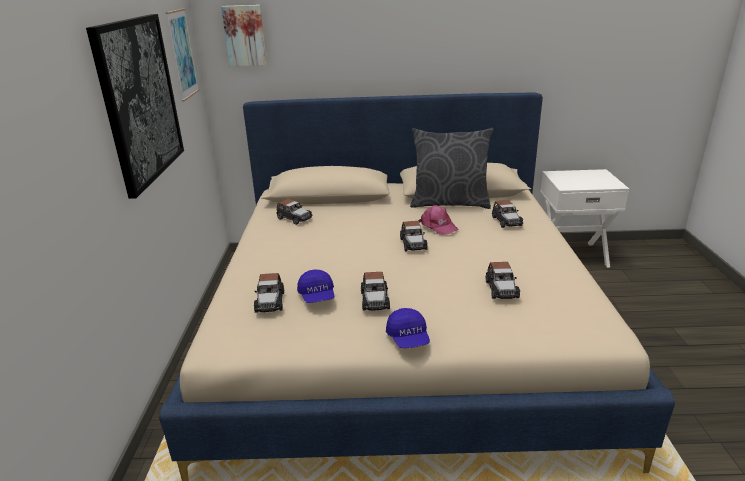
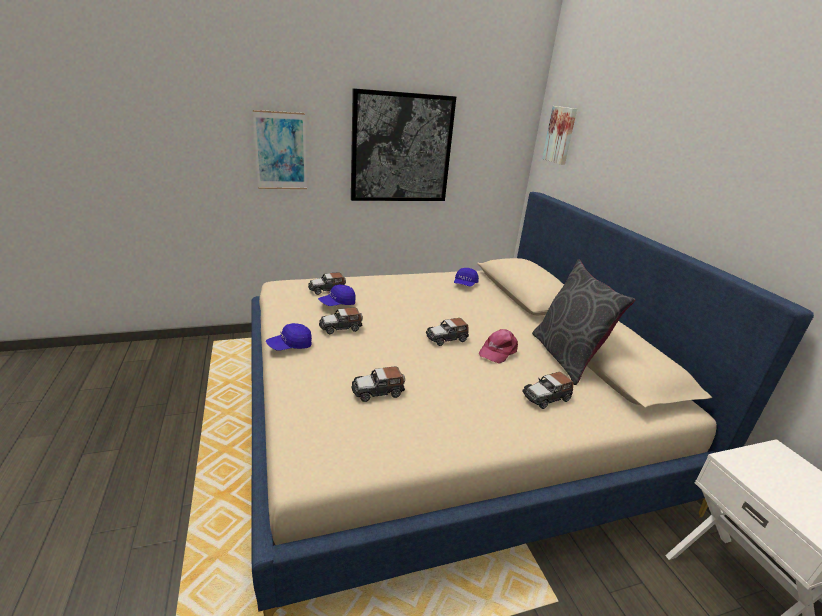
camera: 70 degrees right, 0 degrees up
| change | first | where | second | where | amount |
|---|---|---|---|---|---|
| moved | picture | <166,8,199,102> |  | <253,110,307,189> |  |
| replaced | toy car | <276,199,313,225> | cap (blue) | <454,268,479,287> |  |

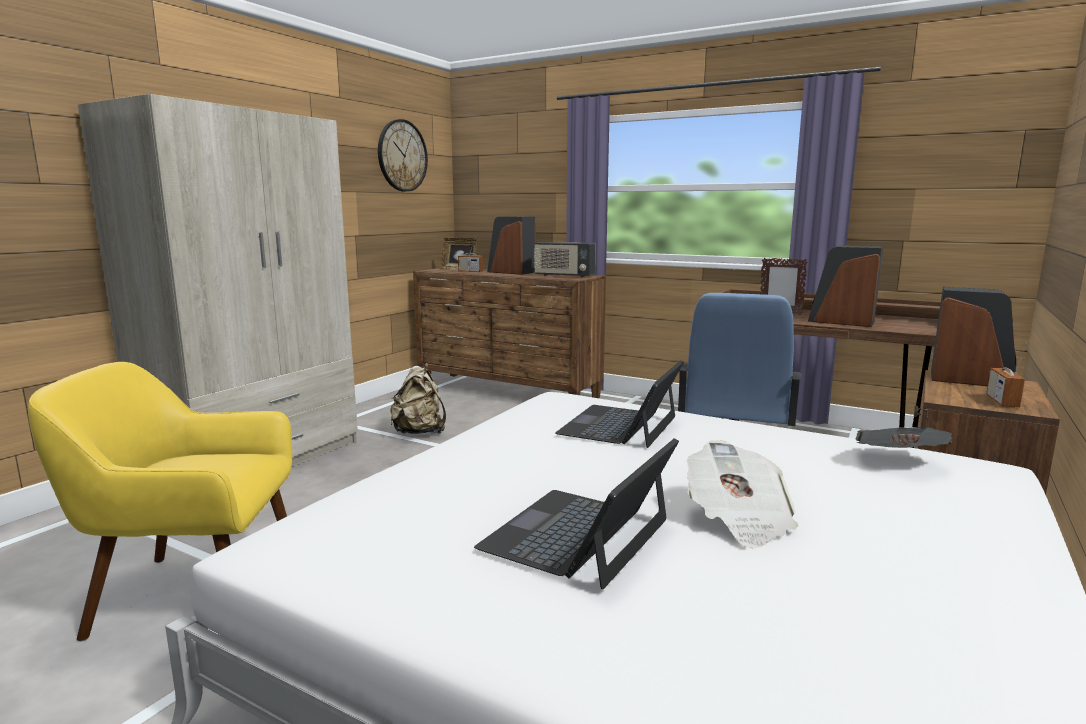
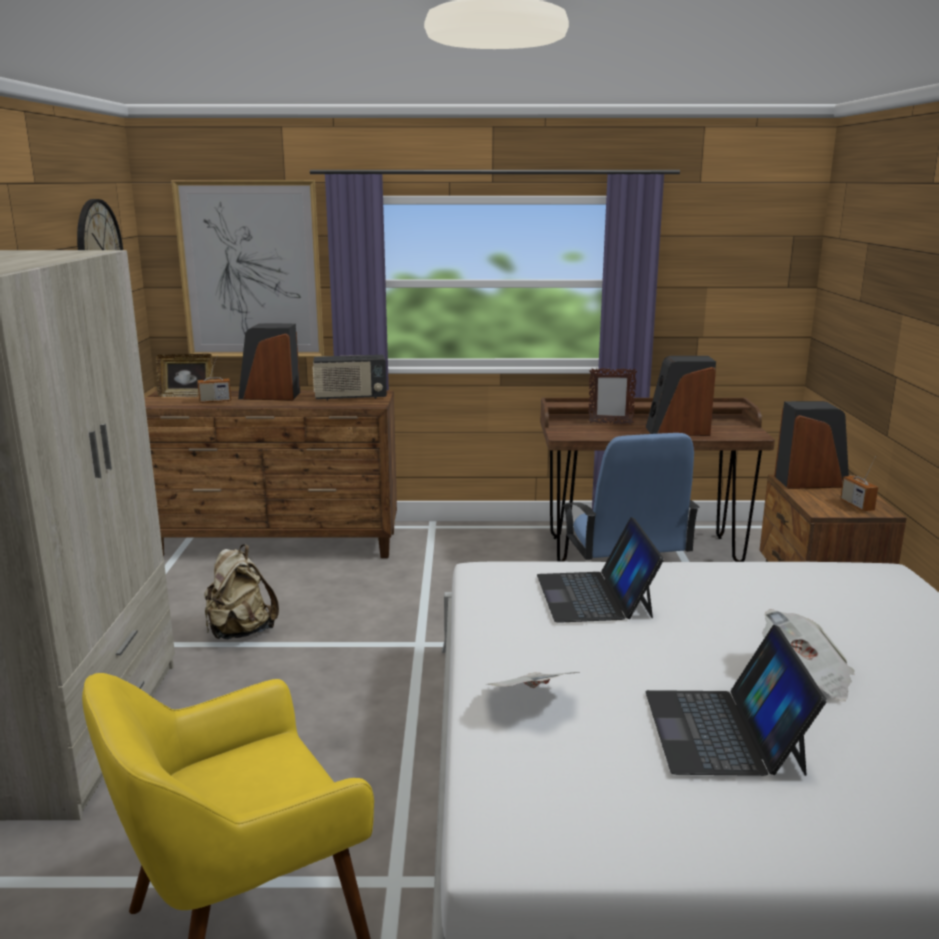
camera: 30 degrees left, 5 degrees up
| change | first | where | second | where | amount |
|---|---|---|---|---|---|
| moved | newspaper | <856,427,952,448> |  | <488,672,579,688> |  |
| added |  |  | picture | <171,180,324,357> |  |

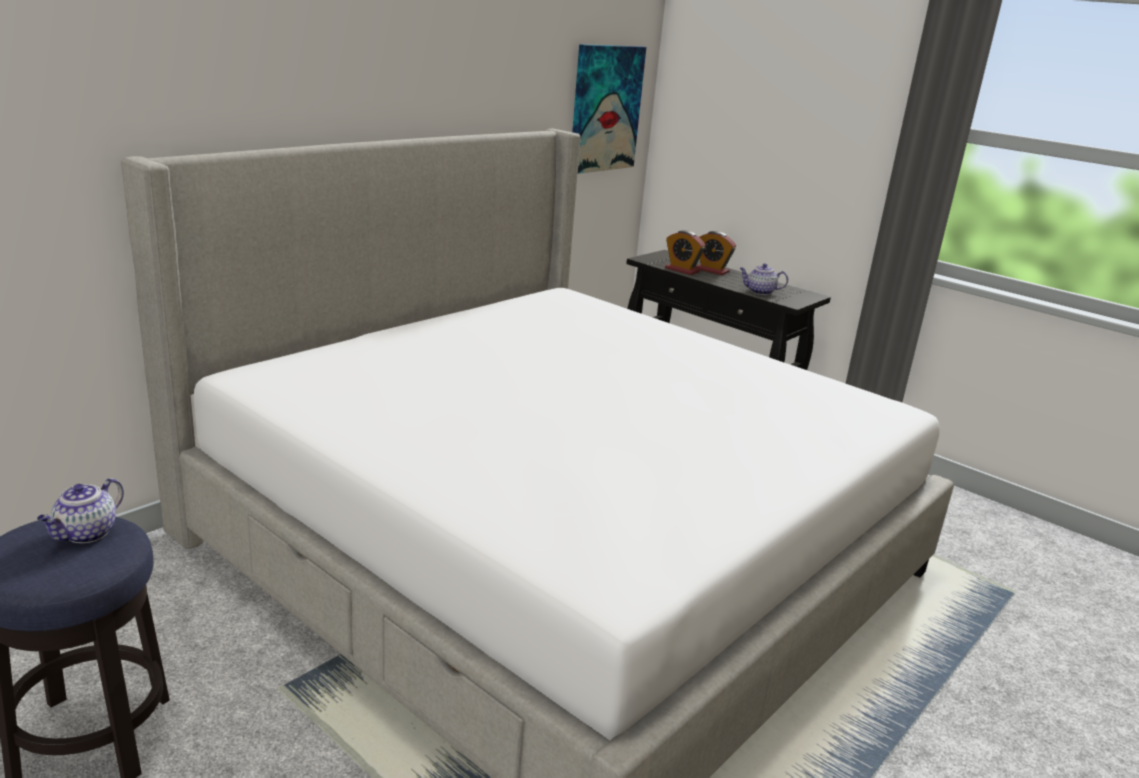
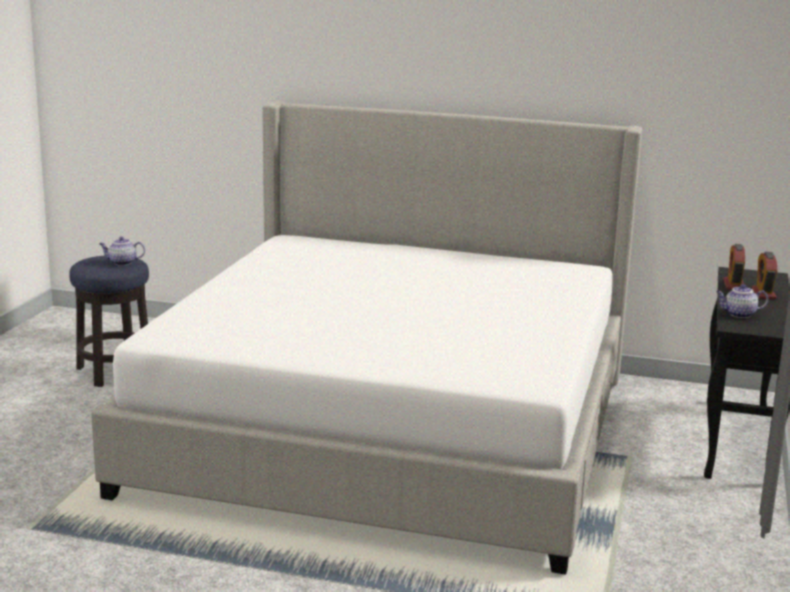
camera: 65 degrees right, 5 degrees down
| change | first | where | second | where | amount |
|---|---|---|---|---|---|
| removed | picture | <572,44,646,174> |  |  |  |
| turned | teapot | <739,263,788,295> |  | <716,284,768,318> | 75 degrees counterclockwise |

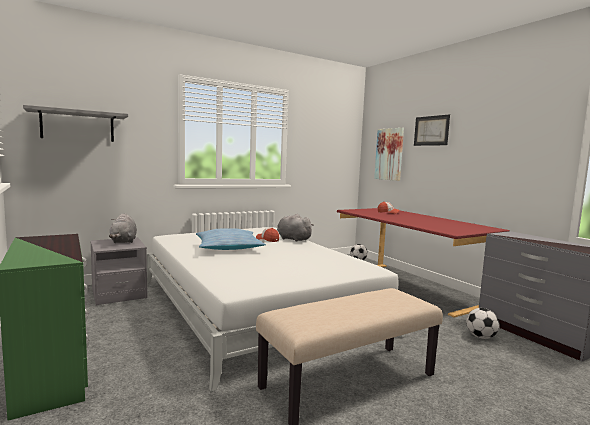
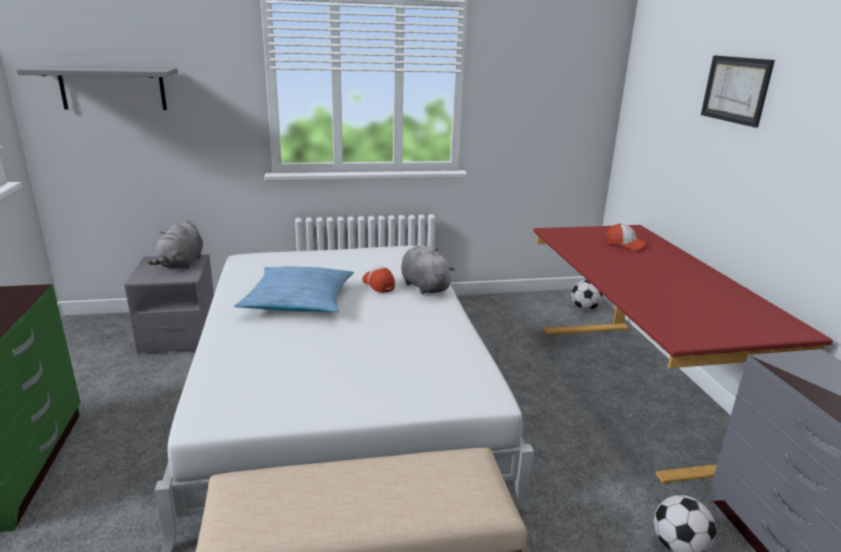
camera: 20 degrees right, 15 degrees up
| change | first | where | second | where | amount |
|---|---|---|---|---|---|
| removed | picture | <374,128,404,181> |  |  |  |

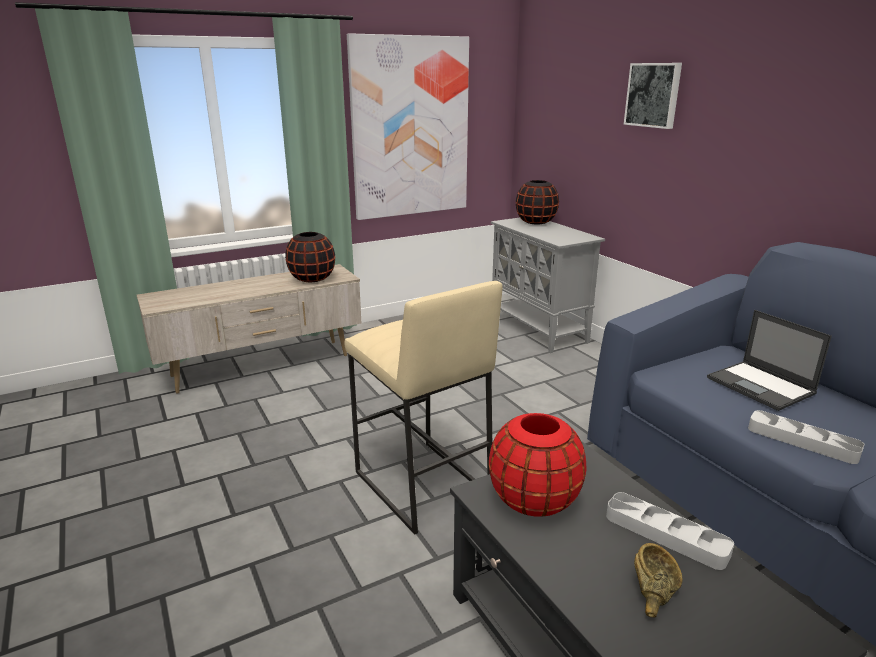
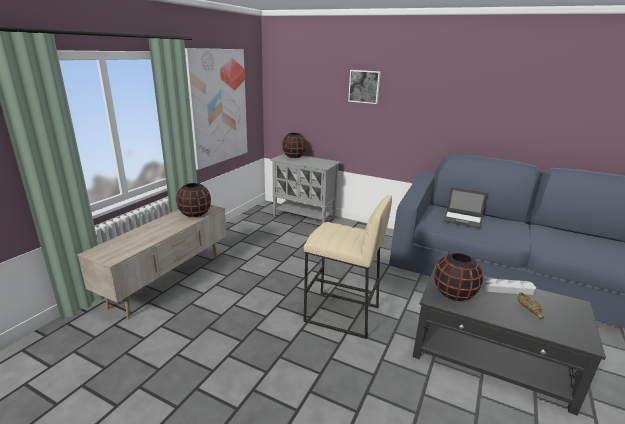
camera: 35 degrees left, 0 degrees up
| change | first | where | second | where | amount |
|---|---|---|---|---|---|
| removed | tray (grey) | <748,410,865,464> |  |  |  |
| recoloured | vase (red) | <489,413,586,517> | vase (black) | <434,253,483,301> |  |

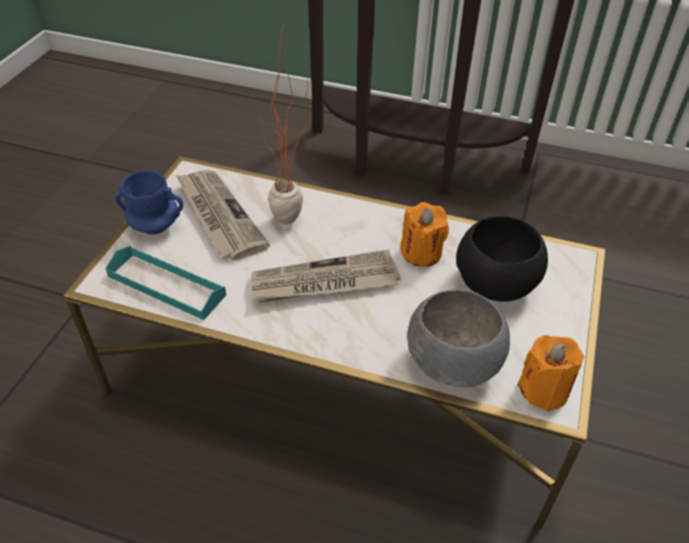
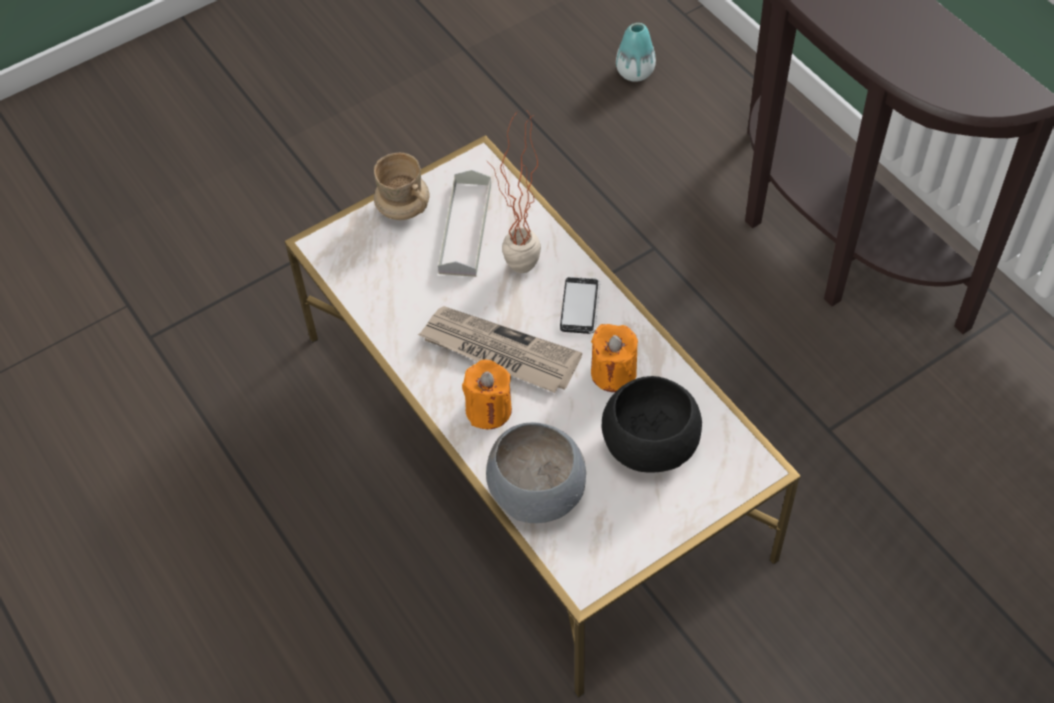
camera: 40 degrees right, 10 degrees up
| change | first | where | second | where | amount |
|---|---|---|---|---|---|
| recoloured | mug (blue) | <115,170,183,235> | mug (beige) | <374,153,430,220> |  |
| replaced | newspaper | <176,170,270,260> | tray (grey) | <438,170,491,277> |  |
| removed | tray (turquoise) | <105,246,226,320> |  |  |  |
| moved | candle (orange) | <518,335,584,411> |  | <462,360,512,429> |  |
| added |  |  | vase | <616,23,656,82> |  |
| added |  |  | phone | <560,277,600,334> |  |

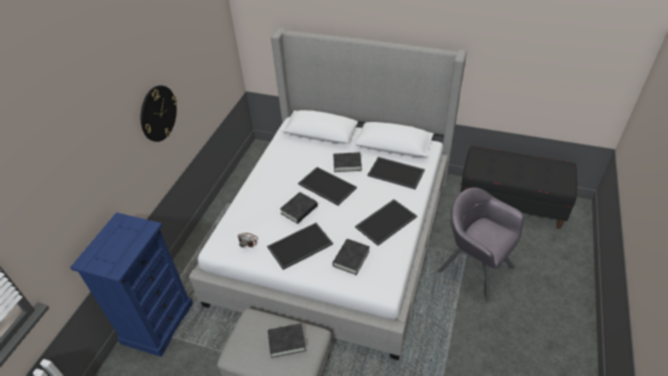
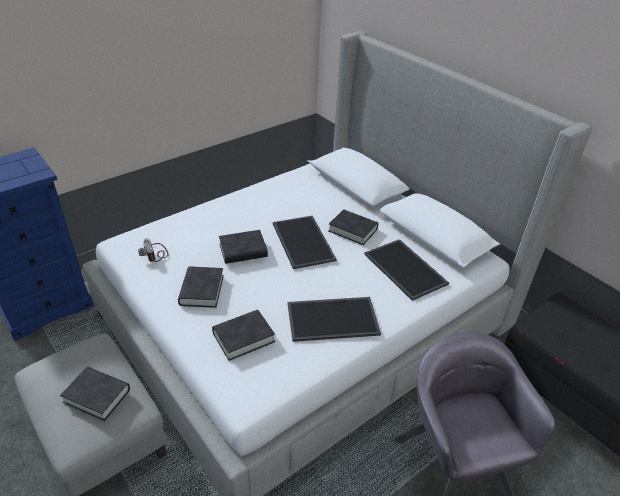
camera: 30 degrees right, 5 degrees down
| change | first | where | second | where | amount |
|---|---|---|---|---|---|
| removed | wall clock | <141,85,177,142> |  |  |  |
| replaced | tray | <267,223,333,270> | book (black) | <178,266,224,308> |  |

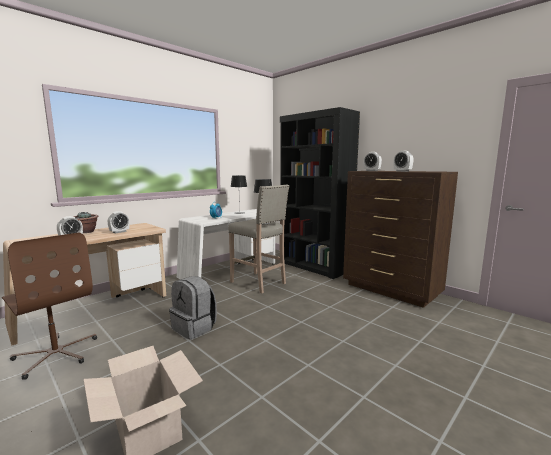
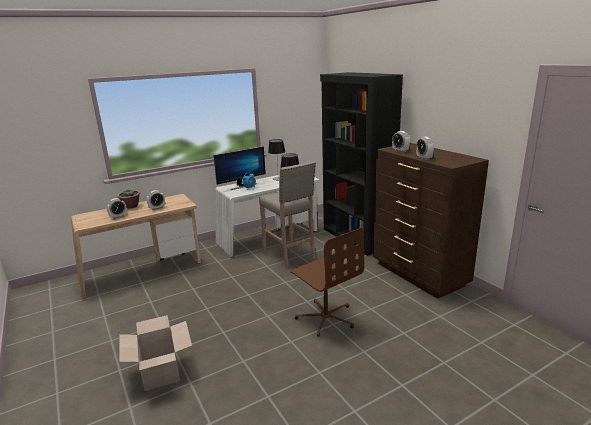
camera: 15 degrees right, 10 degrees up
| change | first | where | second | where | amount |
|---|---|---|---|---|---|
| moved | office chair (brown) | <2,232,97,380> |  | <290,228,364,337> |  |
| removed | backpack (grey) | <169,276,217,339> |  |  |  |
| added |  |  | monitor | <213,146,266,190> |  |

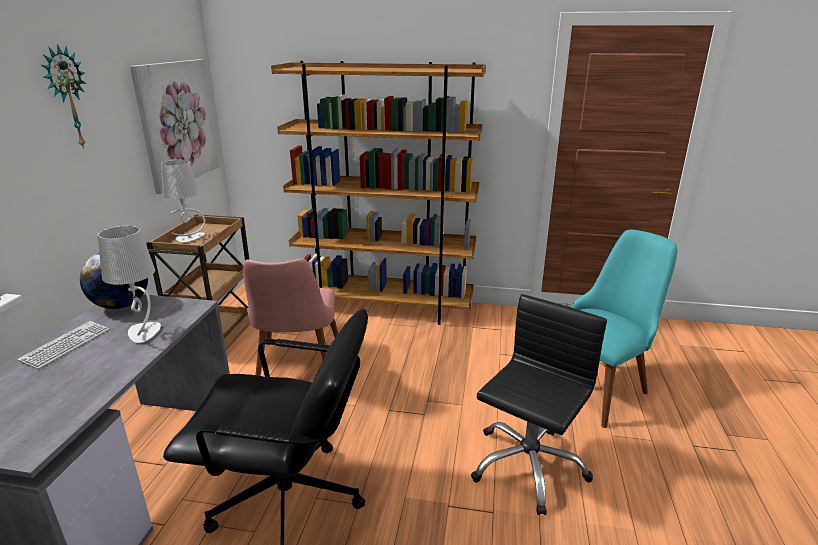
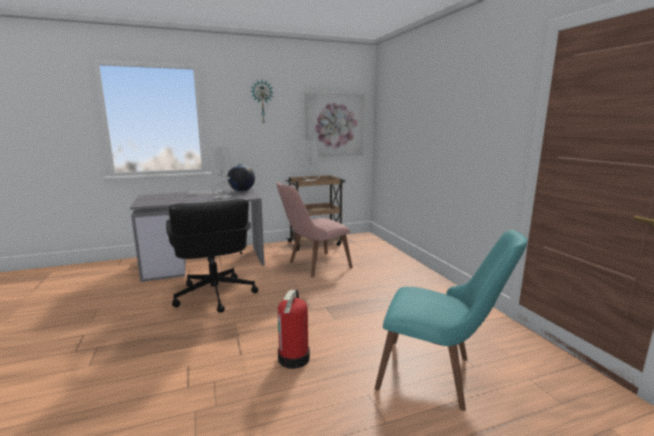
camera: 60 degrees right, 10 degrees down
| change | first | where | second | where | amount |
|---|---|---|---|---|---|
| removed | bookcase (brown) | <271,61,486,325> |  |  |  |
| replaced | office chair (black) | <471,294,607,515> | fire extinguisher | <277,289,310,369> |  |

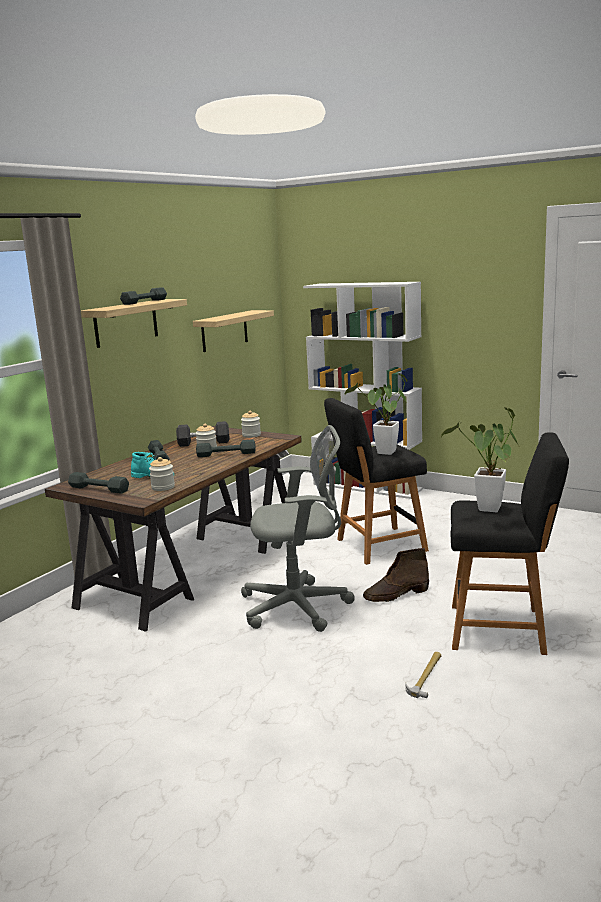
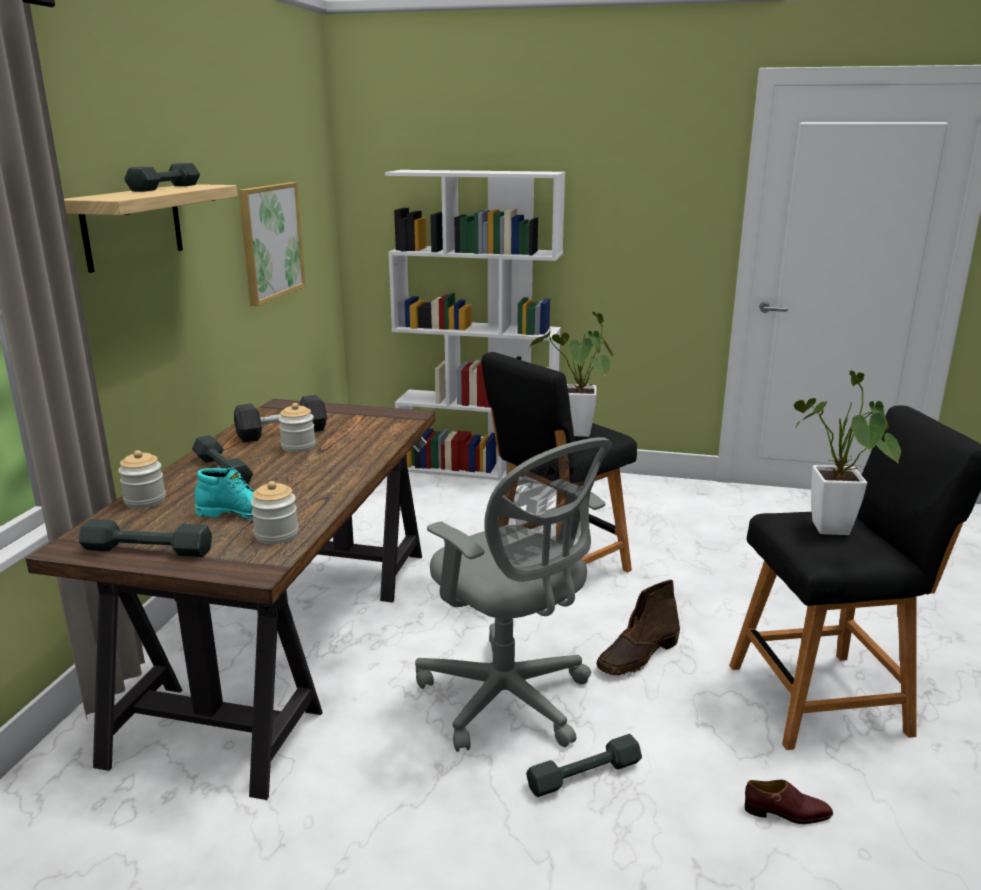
camera: 20 degrees left, 5 degrees up
| change | first | where | second | where | amount |
|---|---|---|---|---|---|
| replaced | shelf | <193,310,274,352> | picture | <238,182,305,306> |  |
| moved | jar | <241,411,261,438> |  | <118,450,166,508> |  |
| turned | office chair (grey) | <241,425,355,632> |  | <415,437,612,752> | 75 degrees clockwise |
| moved | dumbbell (grey) | <196,439,256,457> |  | <526,734,642,797> |  |
| replaced | hammer | <405,652,441,698> | shoe (brown) | <745,780,833,824> |  |

